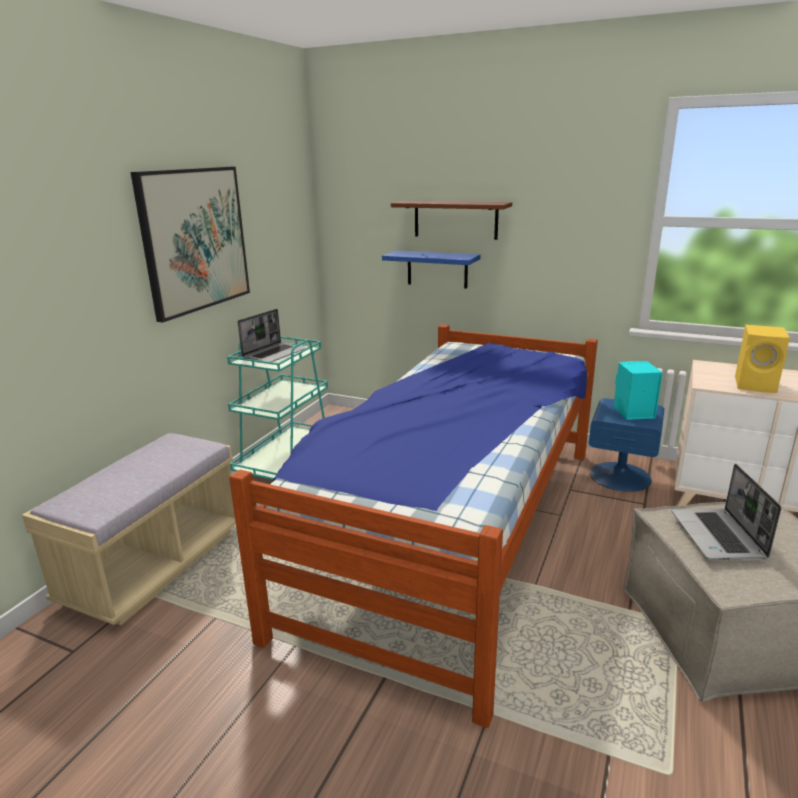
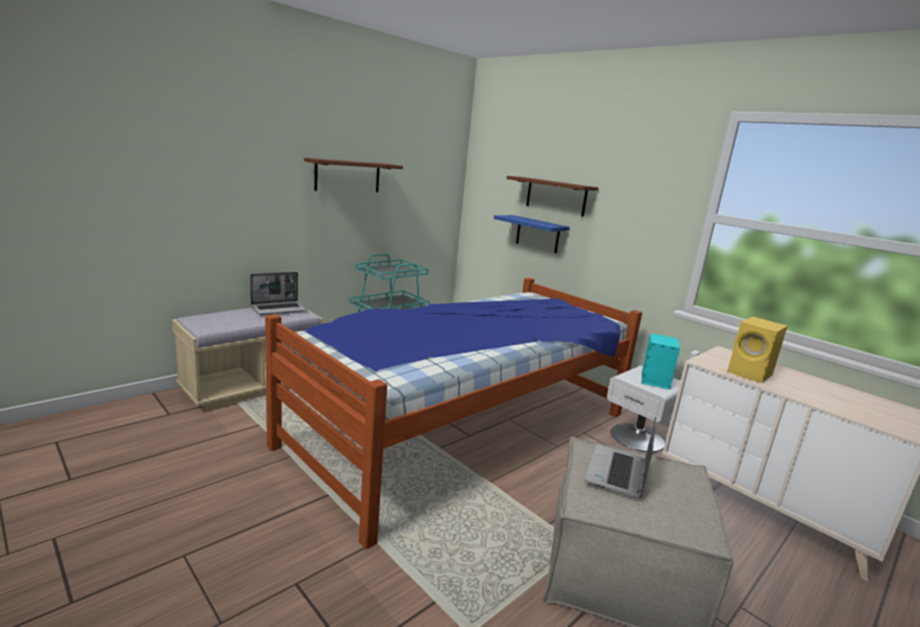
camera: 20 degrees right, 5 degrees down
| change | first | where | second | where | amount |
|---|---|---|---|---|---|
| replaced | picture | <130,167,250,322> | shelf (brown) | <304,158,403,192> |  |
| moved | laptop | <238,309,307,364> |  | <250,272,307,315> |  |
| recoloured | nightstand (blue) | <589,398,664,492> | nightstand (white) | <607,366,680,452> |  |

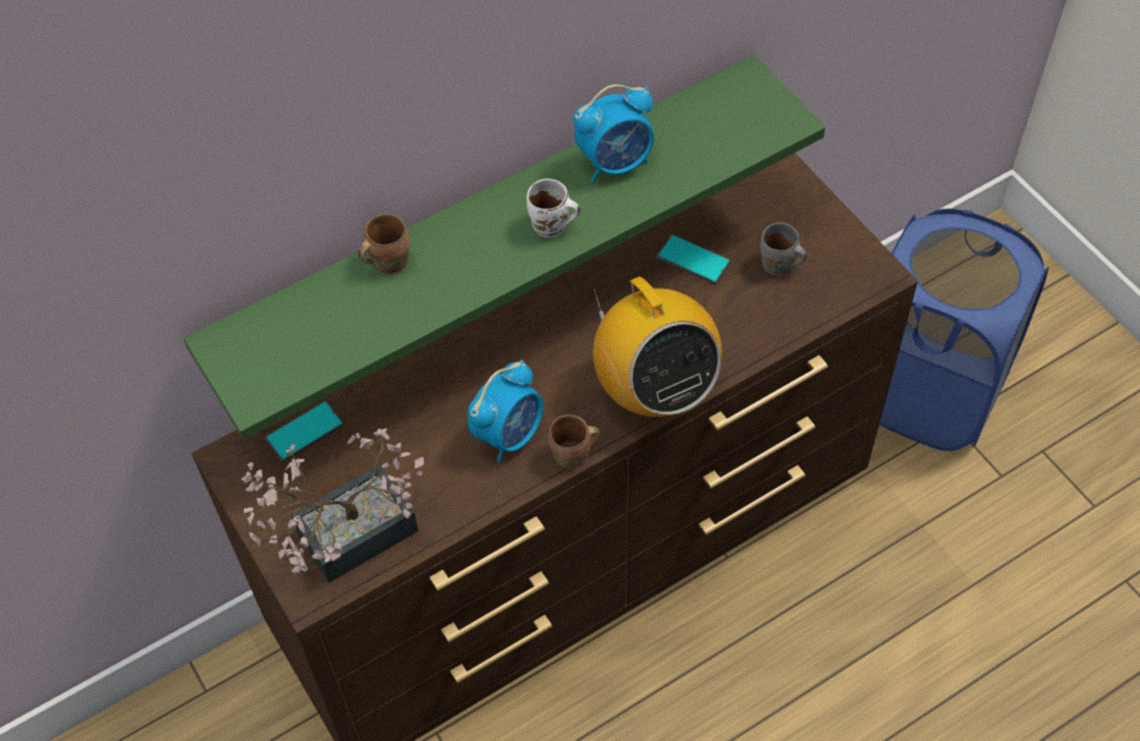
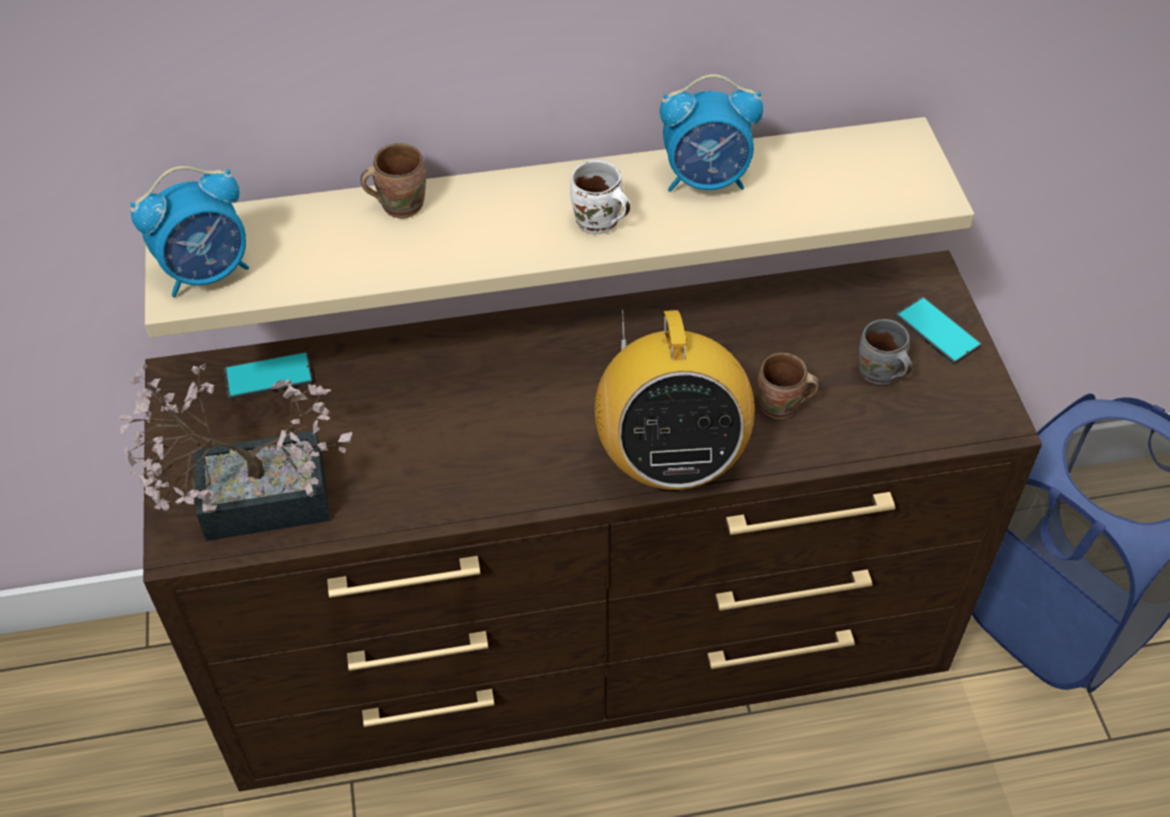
camera: 20 degrees right, 5 degrees down
| change | first | where | second | where | amount |
|---|---|---|---|---|---|
| recoloured | shelf (green) | <184,55,825,440> | shelf (beige) | <145,117,974,338> |  |
| moved | phone | <656,234,730,284> |  | <895,296,982,364> |  |
| moved | alarm clock | <468,360,543,463> |  | <130,166,249,297> |  |
| moved | mug (brown) | <548,414,601,469> |  | <758,353,820,419> |  |

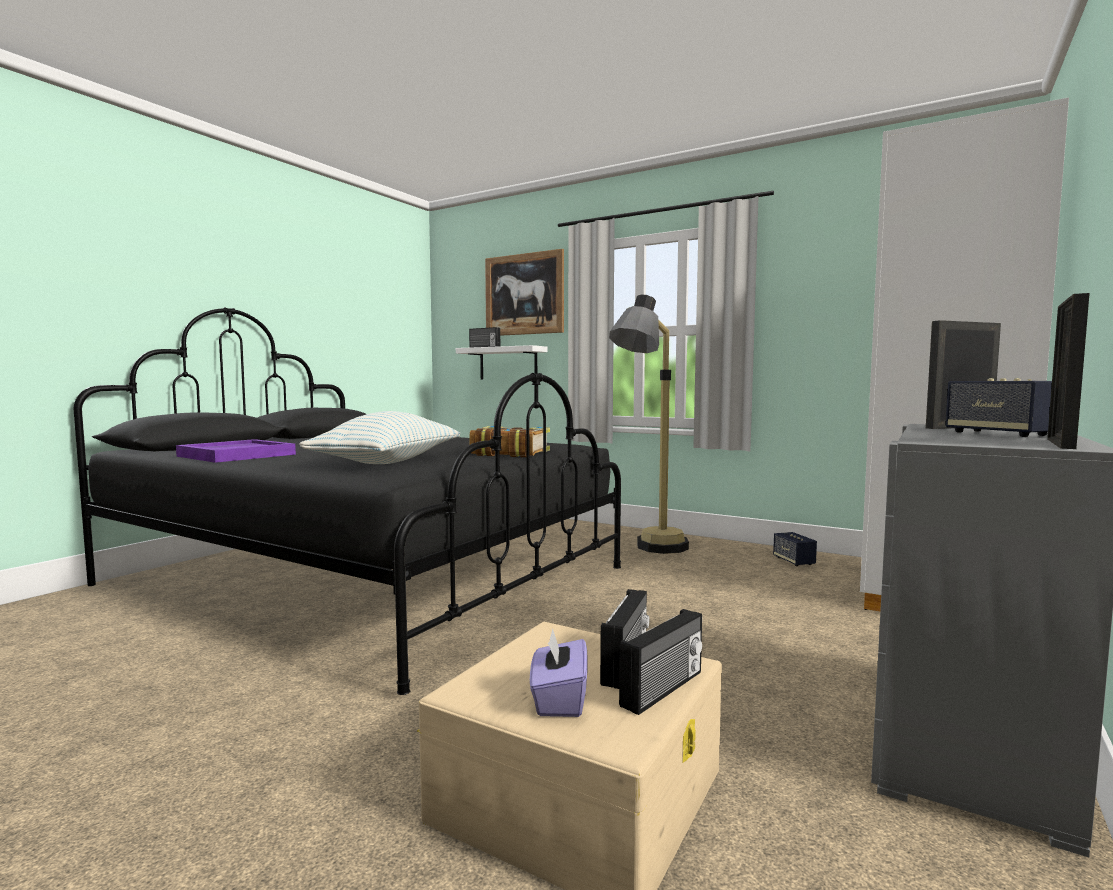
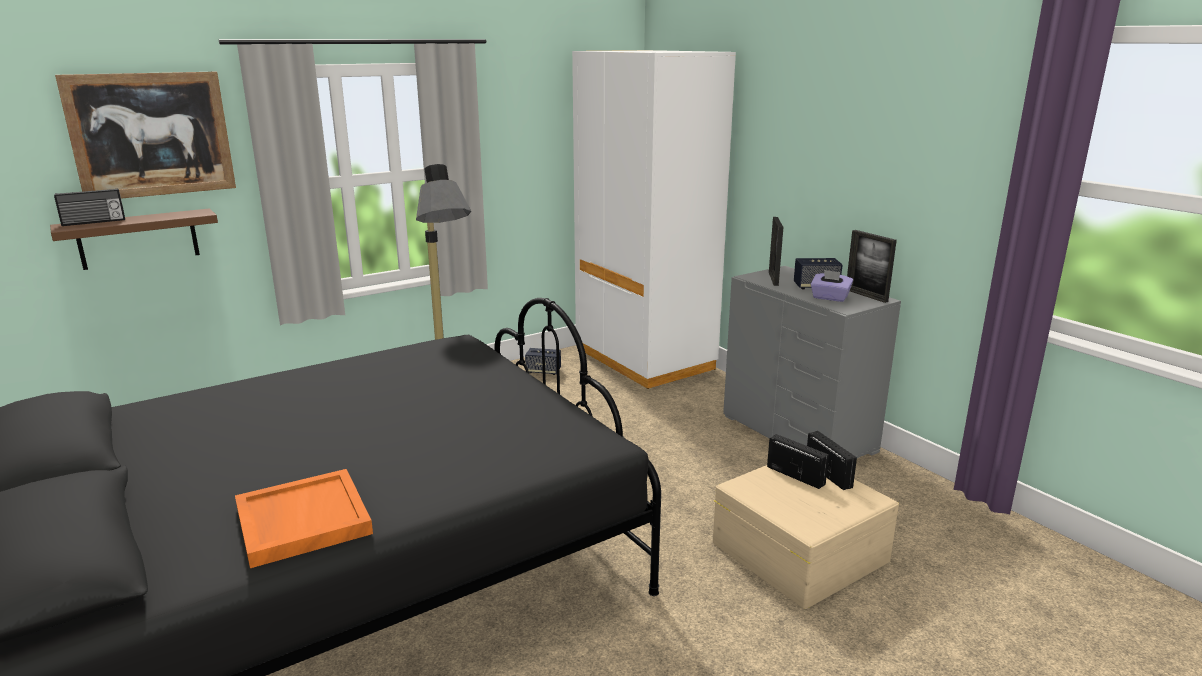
camera: 65 degrees left, 15 degrees up
| change | first | where | second | where | amount |
|---|---|---|---|---|---|
| recoloured | shelf (white) | <456,345,547,379> | shelf (brown) | <50,208,218,270> |  |
| removed | pillow | <299,411,460,464> |  |  |  |
| removed | book | <469,426,550,457> |  |  |  |
| recoloured | tray (purple) | <176,439,296,463> | tray (orange) | <235,469,373,568> |  |
| moved | tissue box (purple) | <530,628,588,717> |  | <811,270,853,302> |  |

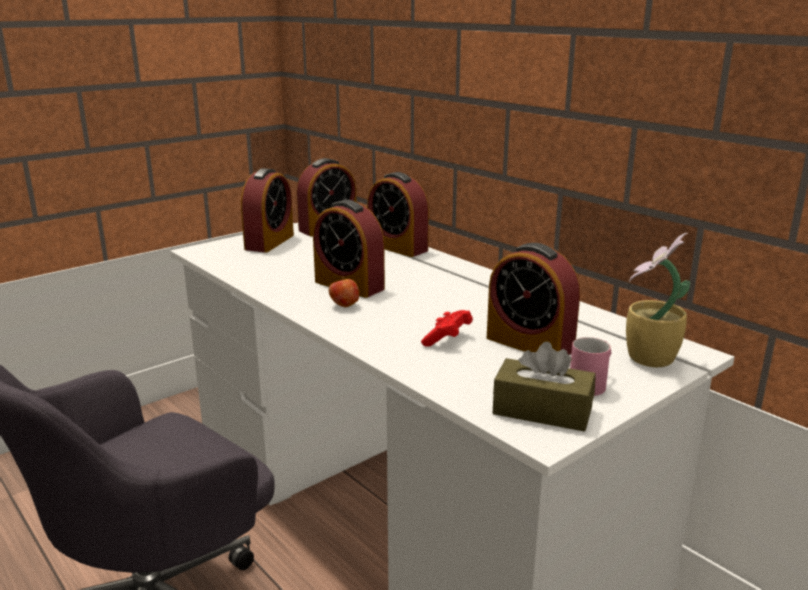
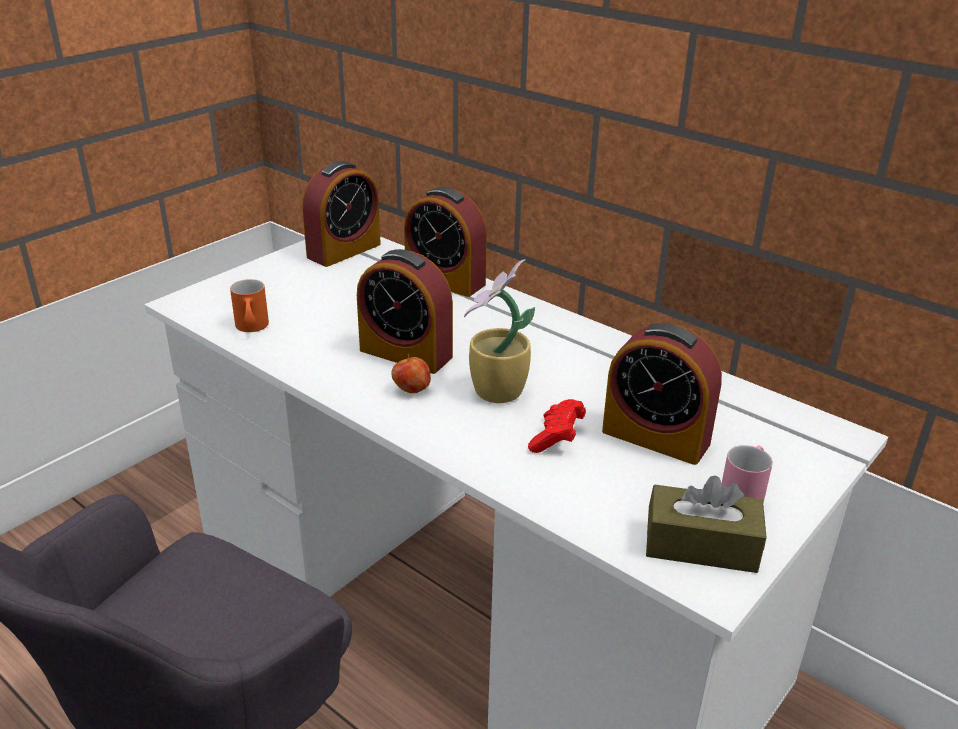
camera: 10 degrees left, 10 degrees up
| change | first | where | second | where | amount |
|---|---|---|---|---|---|
| removed | alarm clock | <241,168,294,253> |  |  |  |
| moved | potted plant | <626,233,690,367> |  | <464,259,535,403> |  |
| added |  |  | mug (orange) | <230,279,269,332> |  |

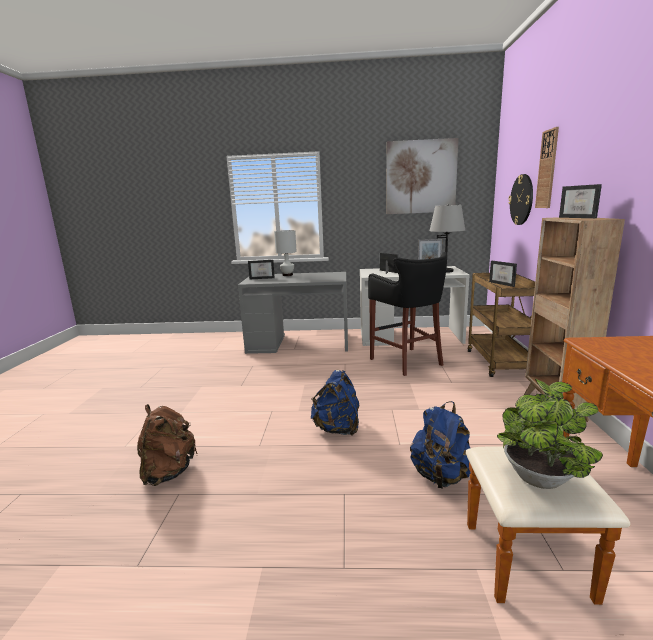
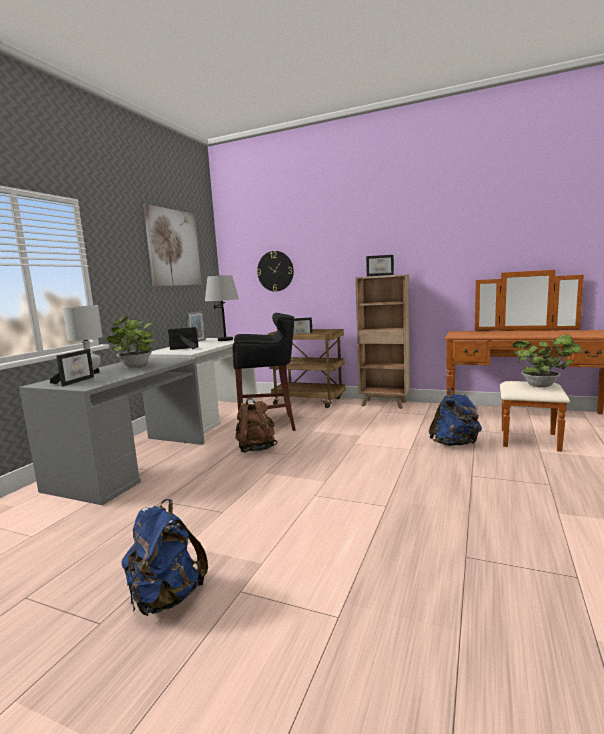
camera: 70 degrees left, 5 degrees down
| change | first | where | second | where | amount |
|---|---|---|---|---|---|
| removed | wall clock | <535,127,559,208> |  |  |  |
| moved | backpack (blue) | <311,370,359,436> |  | <121,499,208,616> |  |
| moved | backpack (brown) | <137,404,198,486> |  | <235,398,277,452> |  |
| added |  |  | potted plant | <107,316,154,367> |  |

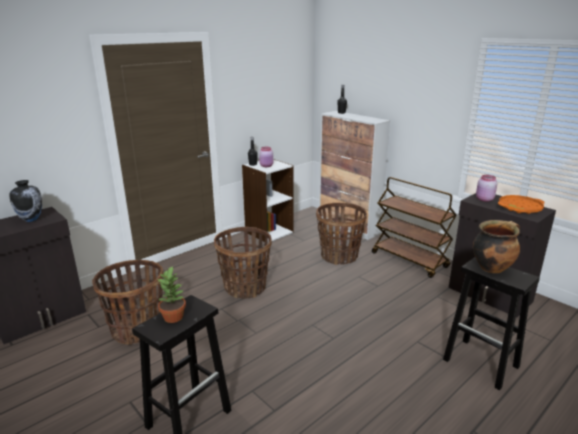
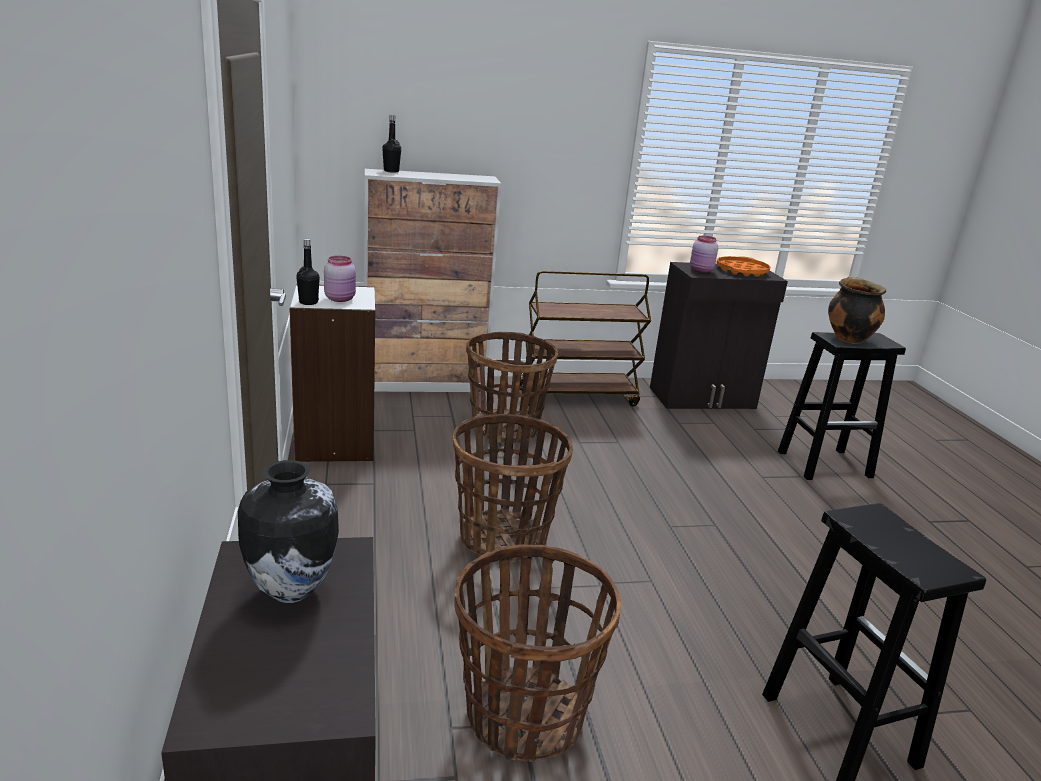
camera: 60 degrees left, 0 degrees up
| change | first | where | second | where | amount |
|---|---|---|---|---|---|
| removed | potted plant | <157,265,186,323> |  |  |  |

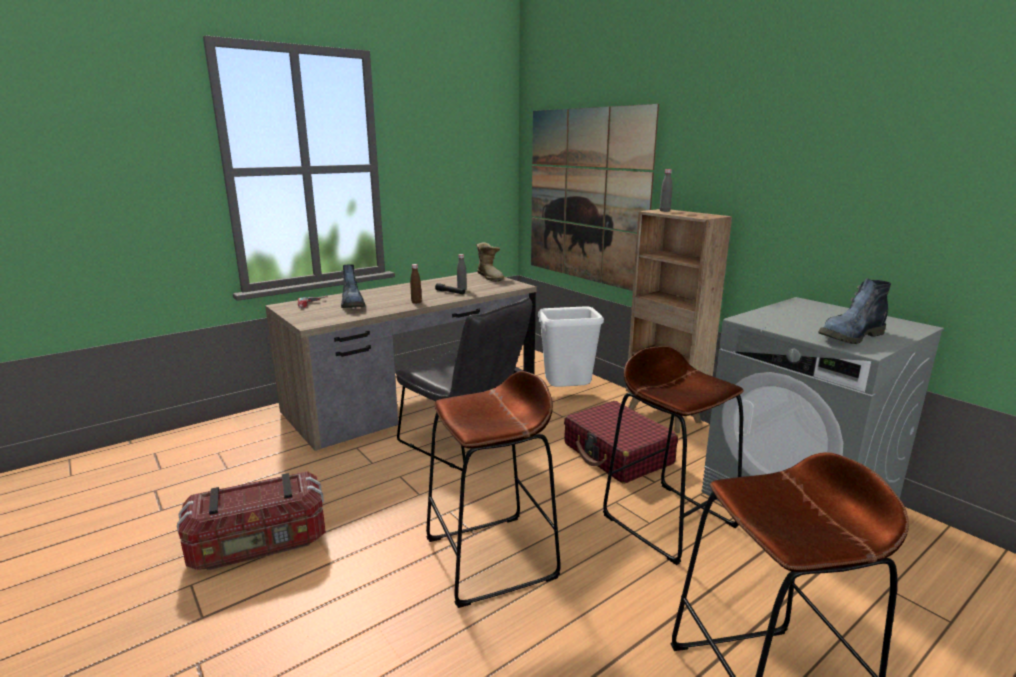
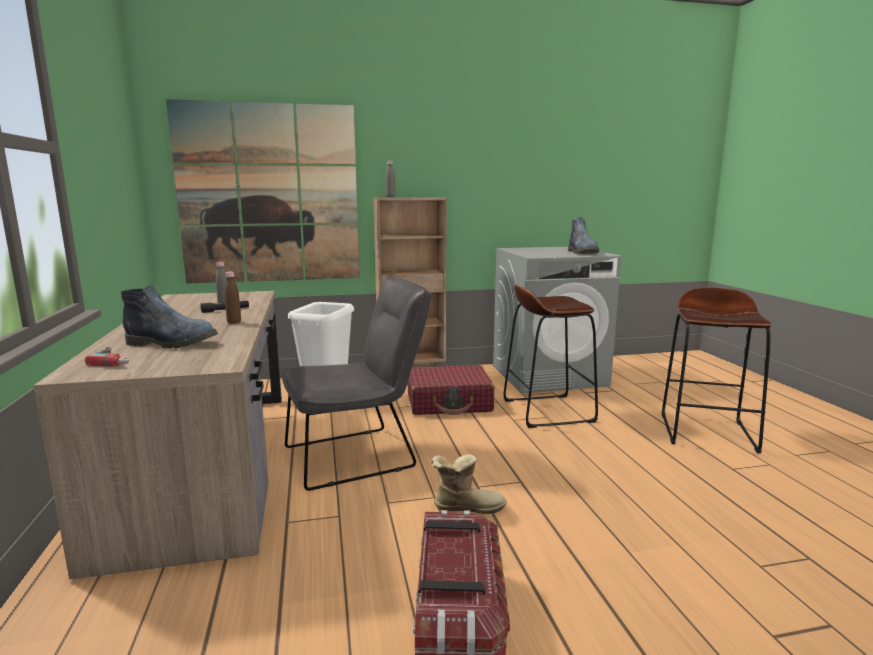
camera: 65 degrees left, 5 degrees down
| change | first | where | second | where | amount |
|---|---|---|---|---|---|
| moved | boot | <476,242,504,282> |  | <431,454,507,514> |  |
| removed | stool (brown) | <426,371,561,608> |  |  |  |

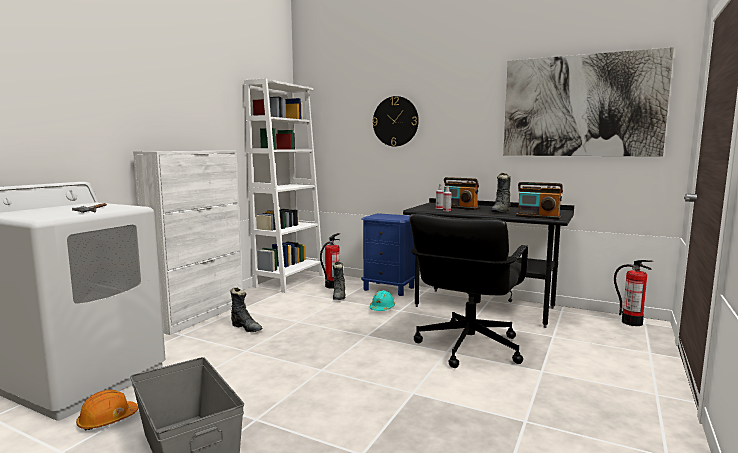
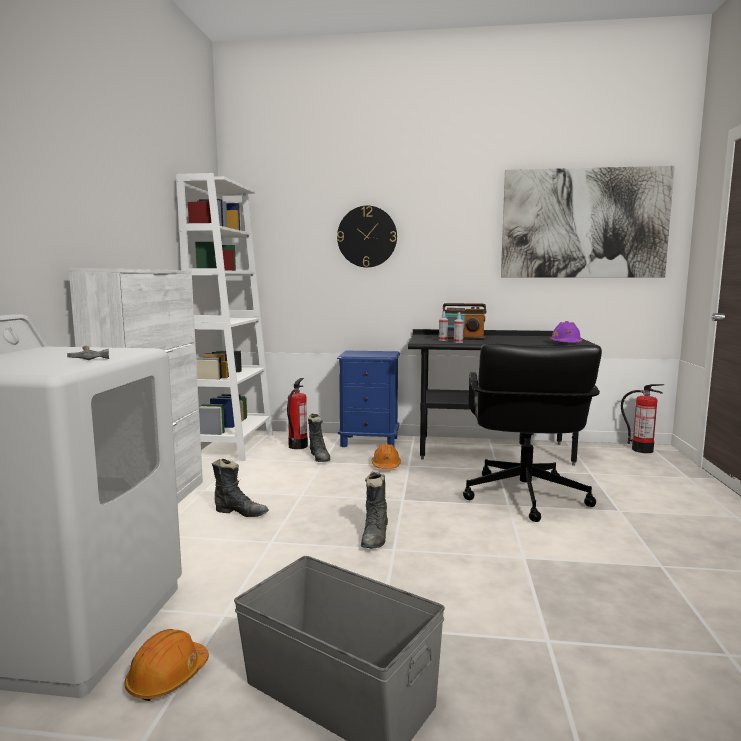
camera: 20 degrees left, 0 degrees up
| change | first | where | second | where | amount |
|---|---|---|---|---|---|
| moved | boot (black) | <491,173,511,213> |  | <361,472,388,549> |  |
| replaced | radio | <516,182,563,220> | hard hat (purple) | <550,321,582,343> |  |
| recoloured | hard hat (turquoise) | <370,290,395,311> | hard hat (orange) | <372,443,401,469> |  |

